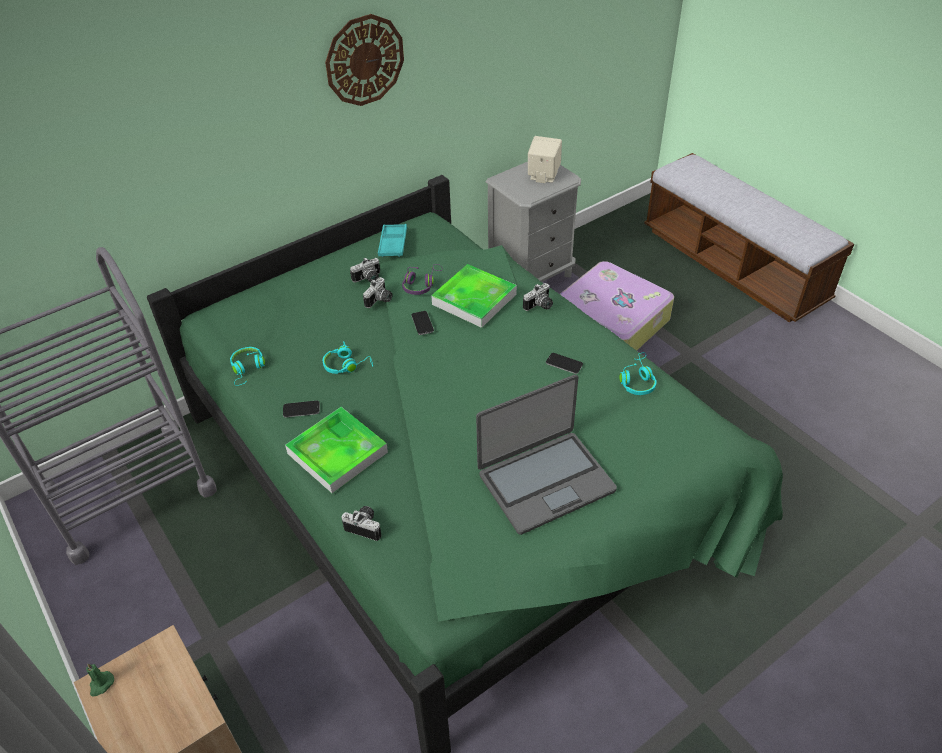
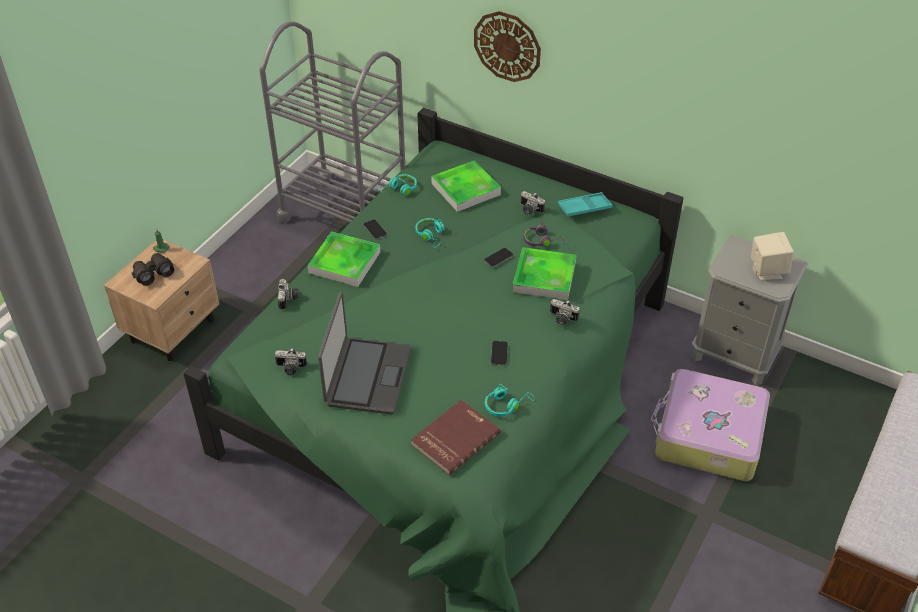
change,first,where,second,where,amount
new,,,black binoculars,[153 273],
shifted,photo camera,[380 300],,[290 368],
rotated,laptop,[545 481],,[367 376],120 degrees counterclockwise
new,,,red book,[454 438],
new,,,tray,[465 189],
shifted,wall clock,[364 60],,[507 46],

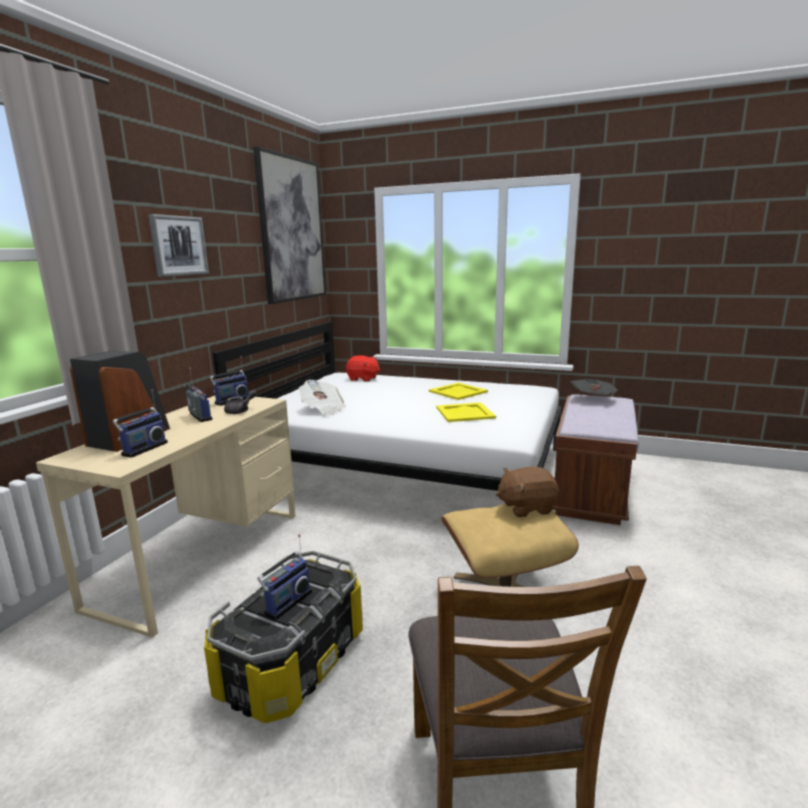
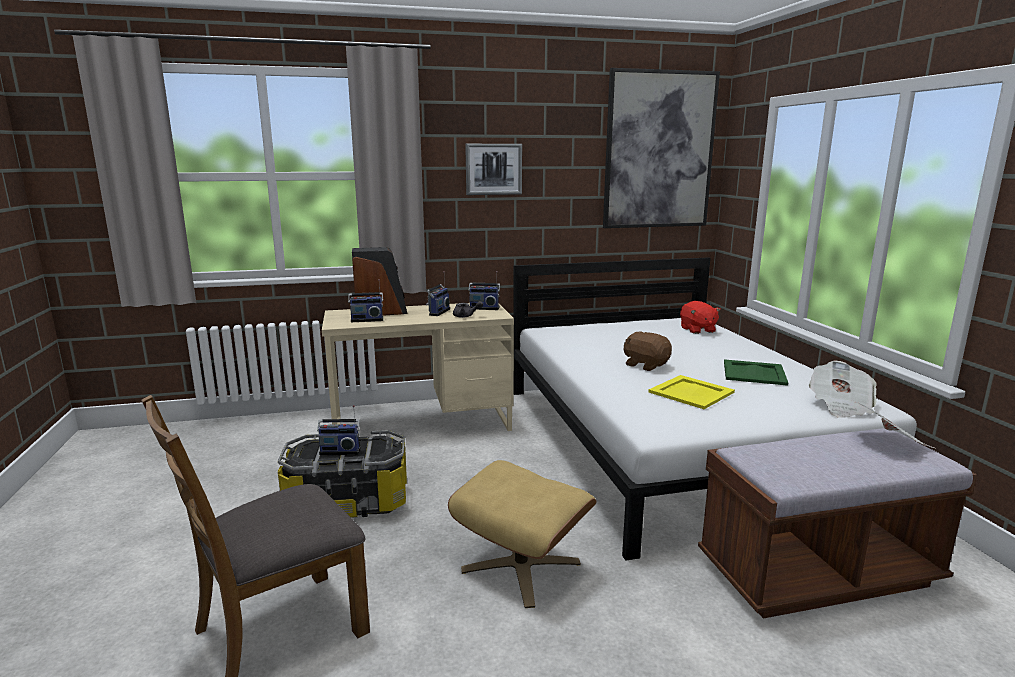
change,first,where,second,where,amount
shifted,brown plush toy,[526 507],,[646 365],
repainted,yellow tray,[458 391],green tray,[754 373],
shifted,newspaper,[323 409],,[840 406],

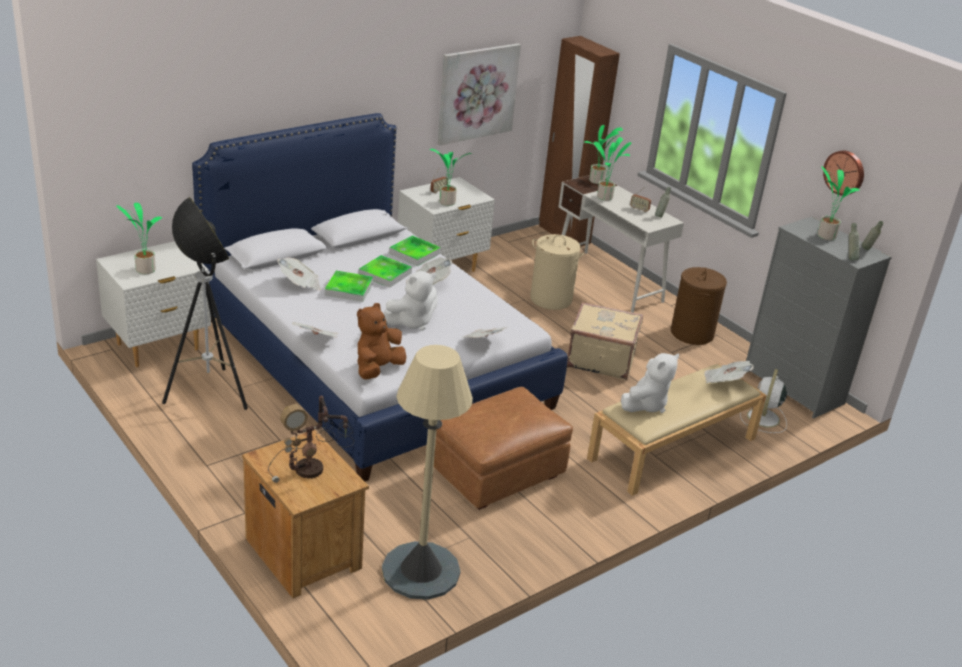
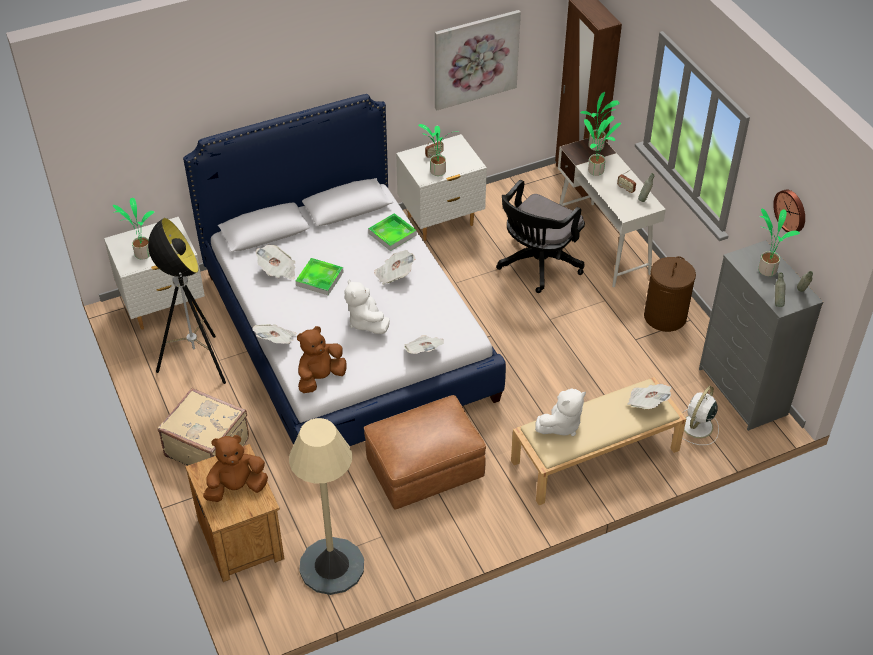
change,first,where,second,where,amount
shifted,beige suitcase,[600 359],,[208 446],
swapped,table lamp,[311 470],brown plush toy,[236 487],
rotated,white plush toy,[412 322],,[366 322],90 degrees clockwise
swapped,beige laundry basket,[550 299],black office chair,[537 265],
gone,tray,[385 274],,,

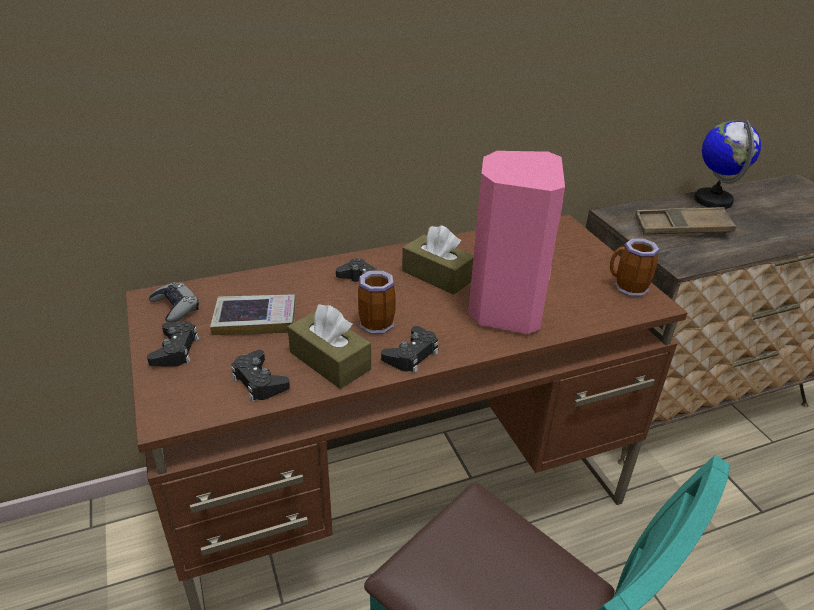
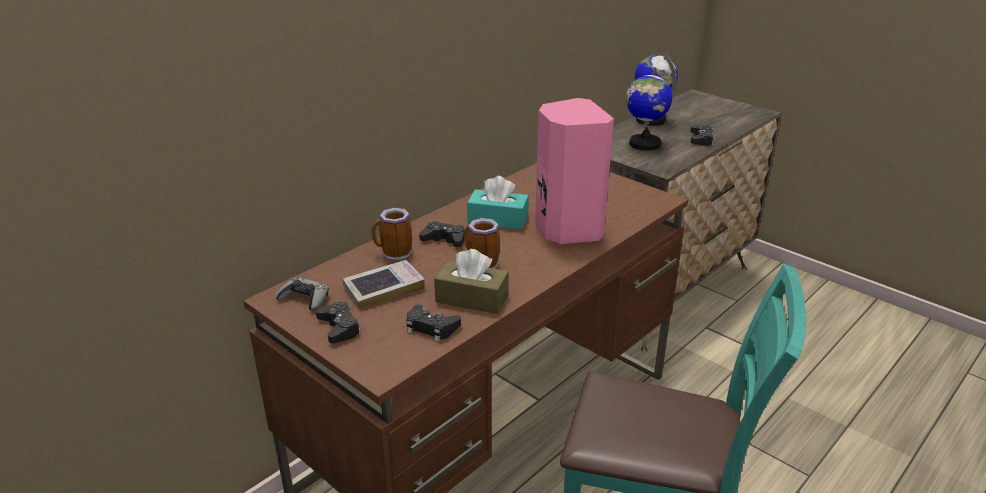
change,first,where,second,where,amount
shifted,mug,[627 289],,[394 255],
repainted,brown tissue box,[437 275],turquoise tissue box,[498 220],
swapped,brown tray,[682 228],globe,[644 144],
shifted,black game controller,[412 355],,[701 139],

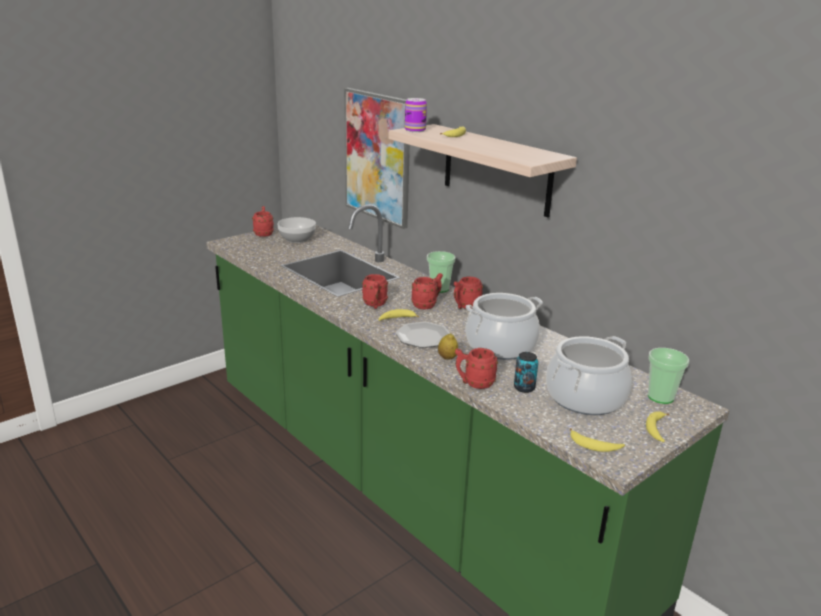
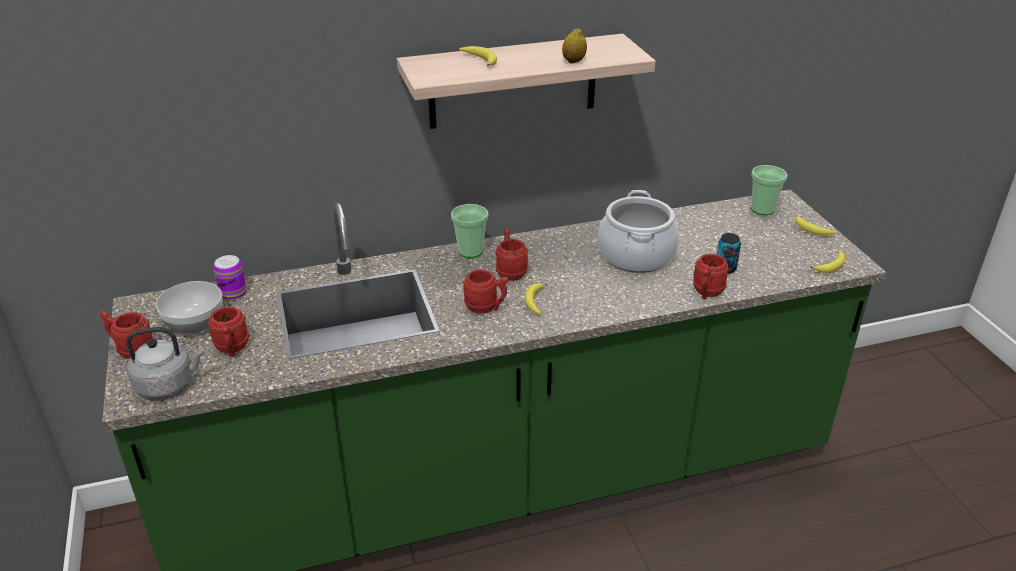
change,first,where,second,where,amount
new,,,grey kettle,[168 384],
shifted,red mug,[465 306],,[232 349],
shifted,can,[415 130],,[233 293],
shifted,lemon,[447 358],,[573 61],
gone,picture,[377 157],,,
gone,plate,[424 337],,,
gone,cooking pot,[585 397],,,

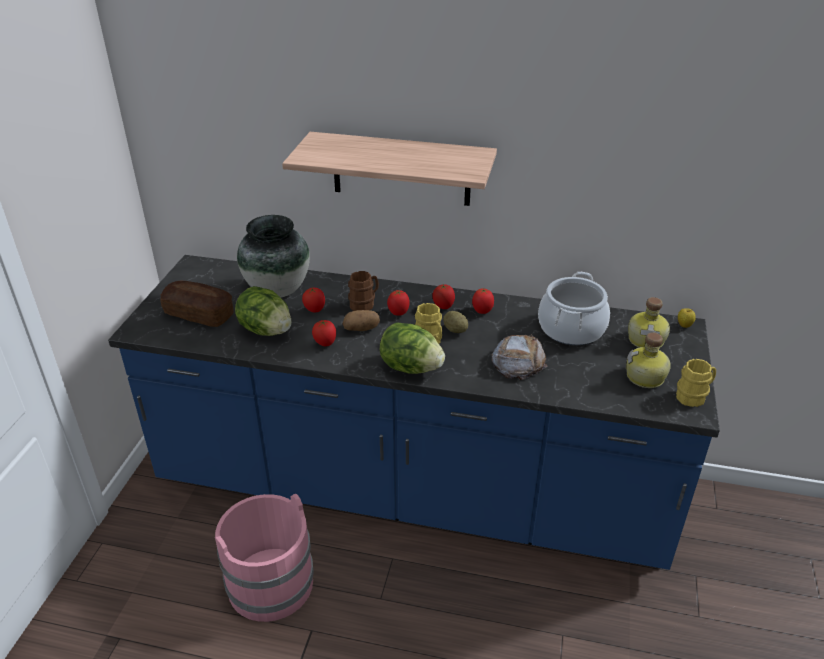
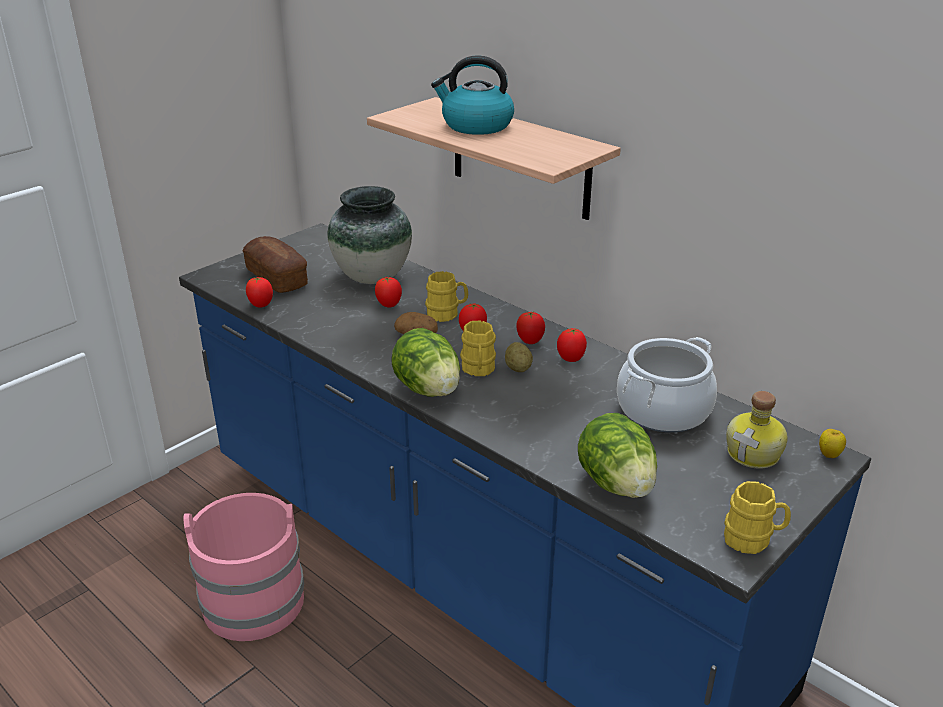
change,first,where,second,where,amount
shifted,tomato,[325 343],,[261 305],
repainted,brown mug,[365 303],yellow mug,[447 314],
new,,,kettle,[476 126],
shifted,lettuce,[266 330],,[616 484],
gone,bread,[518 362],,,
gone,bottle,[646 378],,,

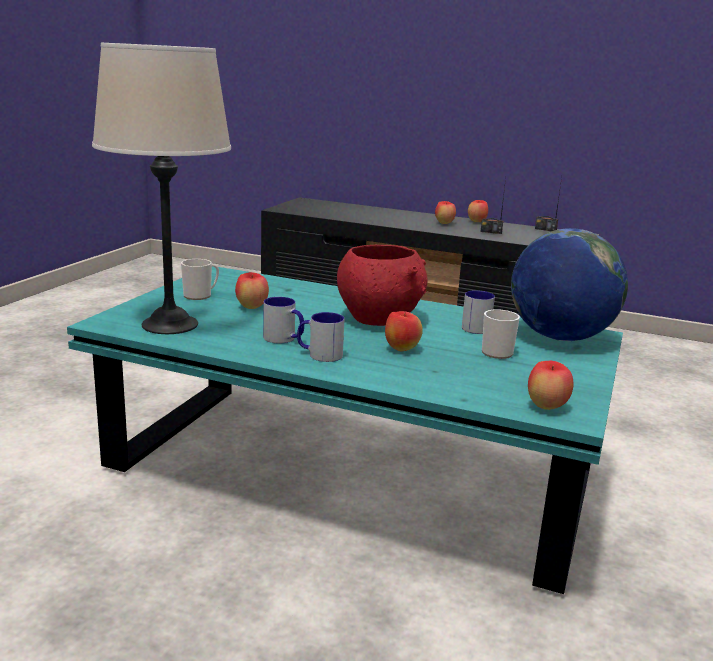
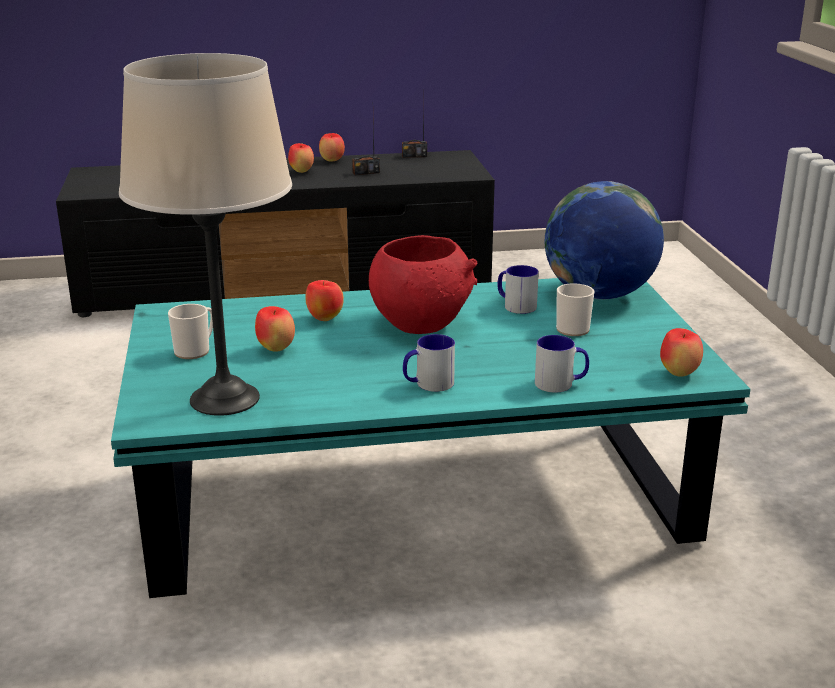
change,first,where,second,where,amount
shifted,apple,[401 349],,[324 318],
shifted,mug,[284 339],,[561 384],

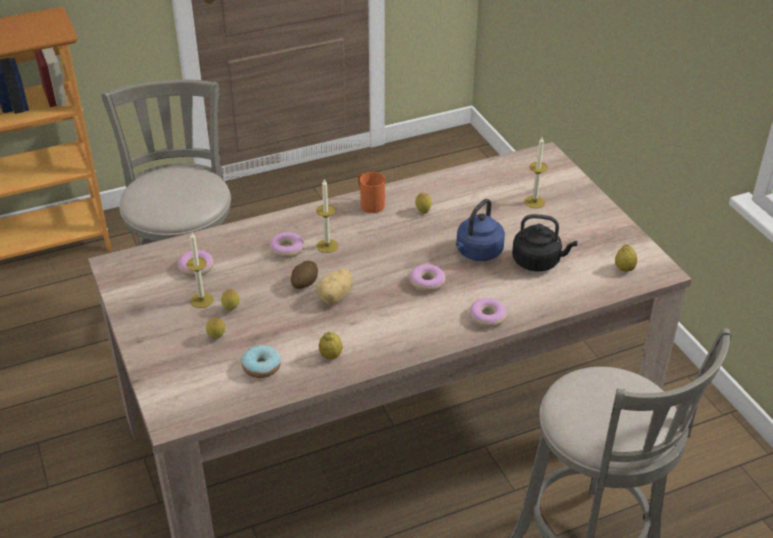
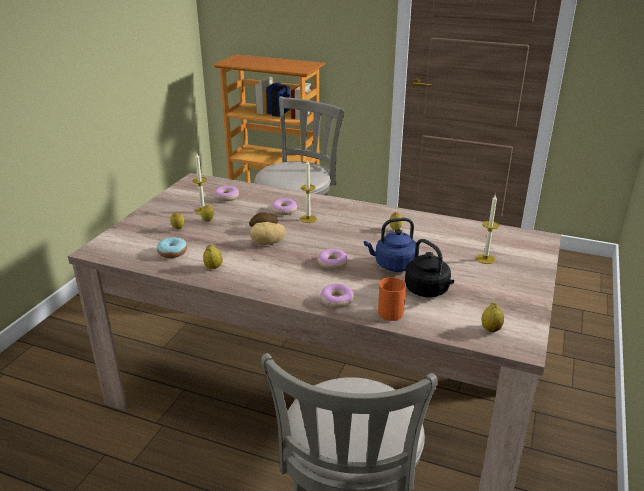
change,first,where,second,where,amount
shifted,orange mug,[369 204],,[390 310],

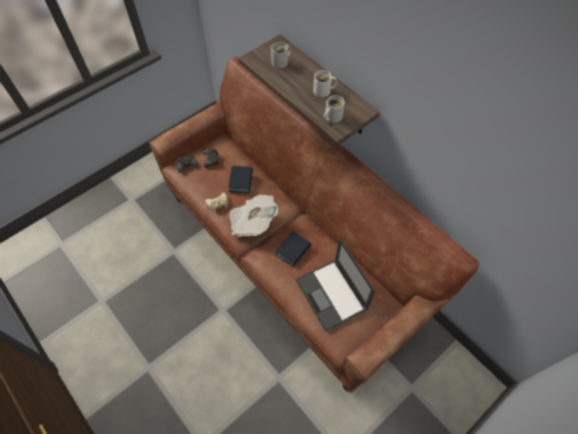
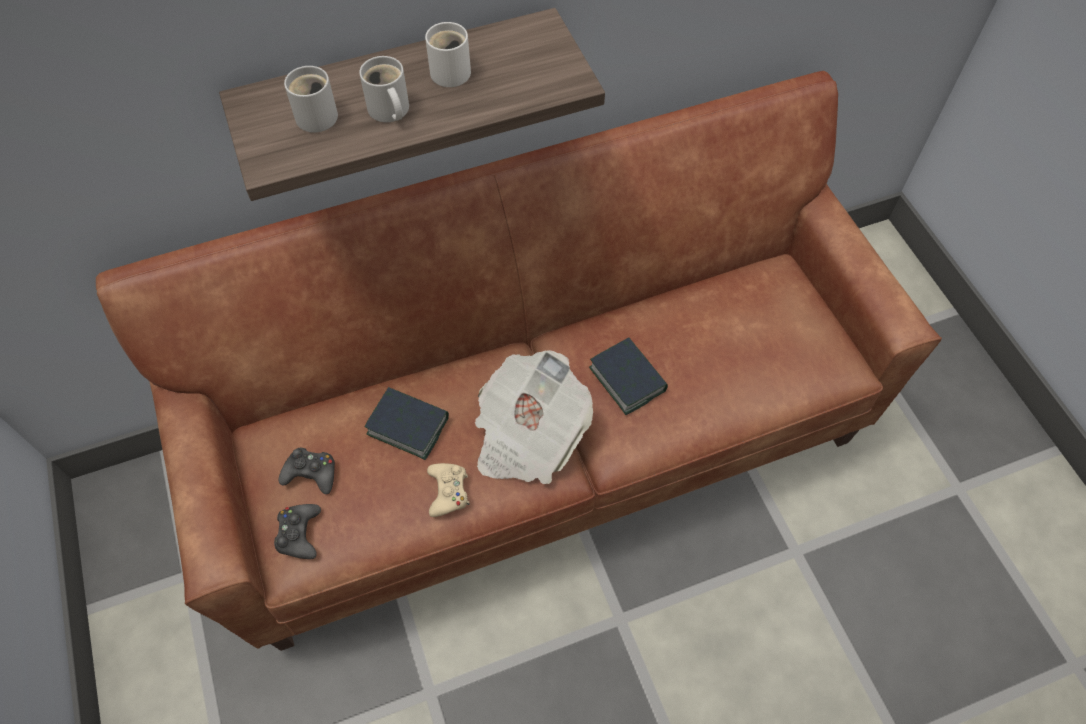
change,first,where,second,where,amount
shifted,white mug,[332 116],,[388 111],
gone,laptop,[332 295],,,

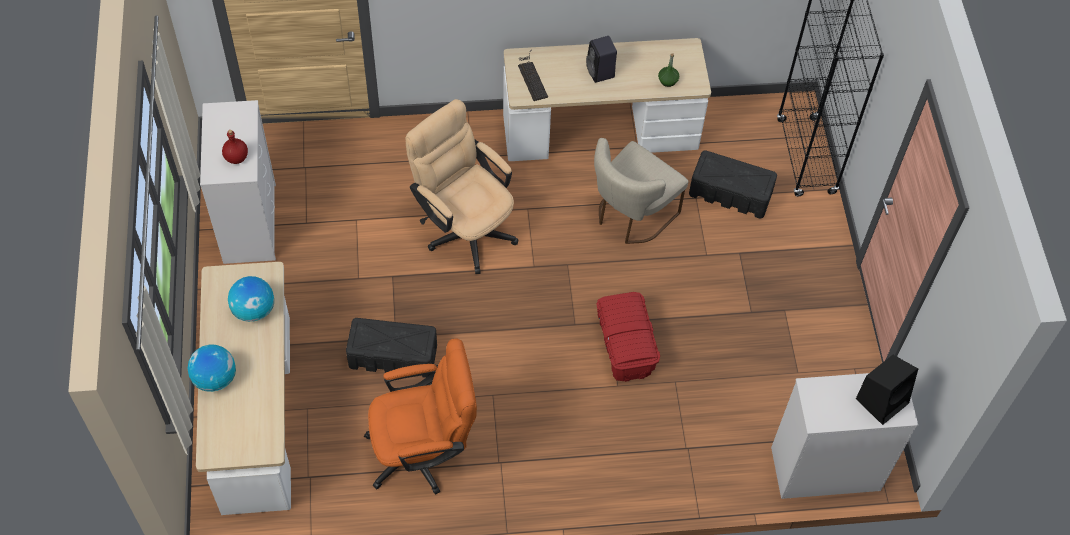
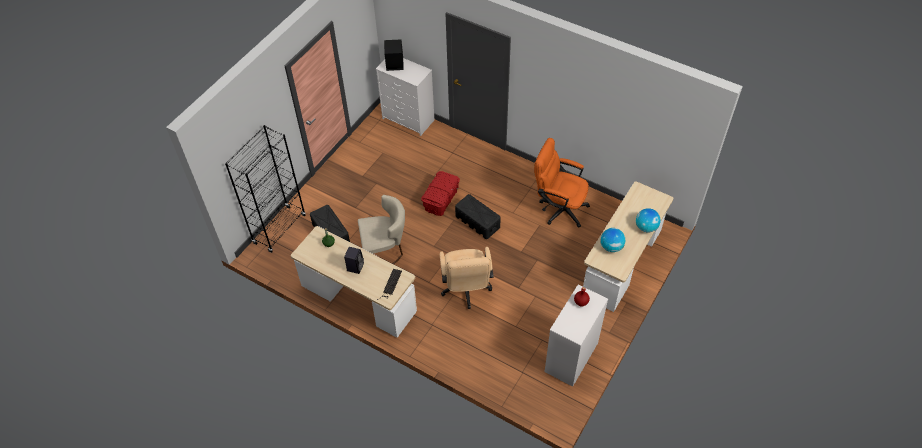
change,first,where,second,where,amount
shifted,black storage box,[393 356],,[477 221],

